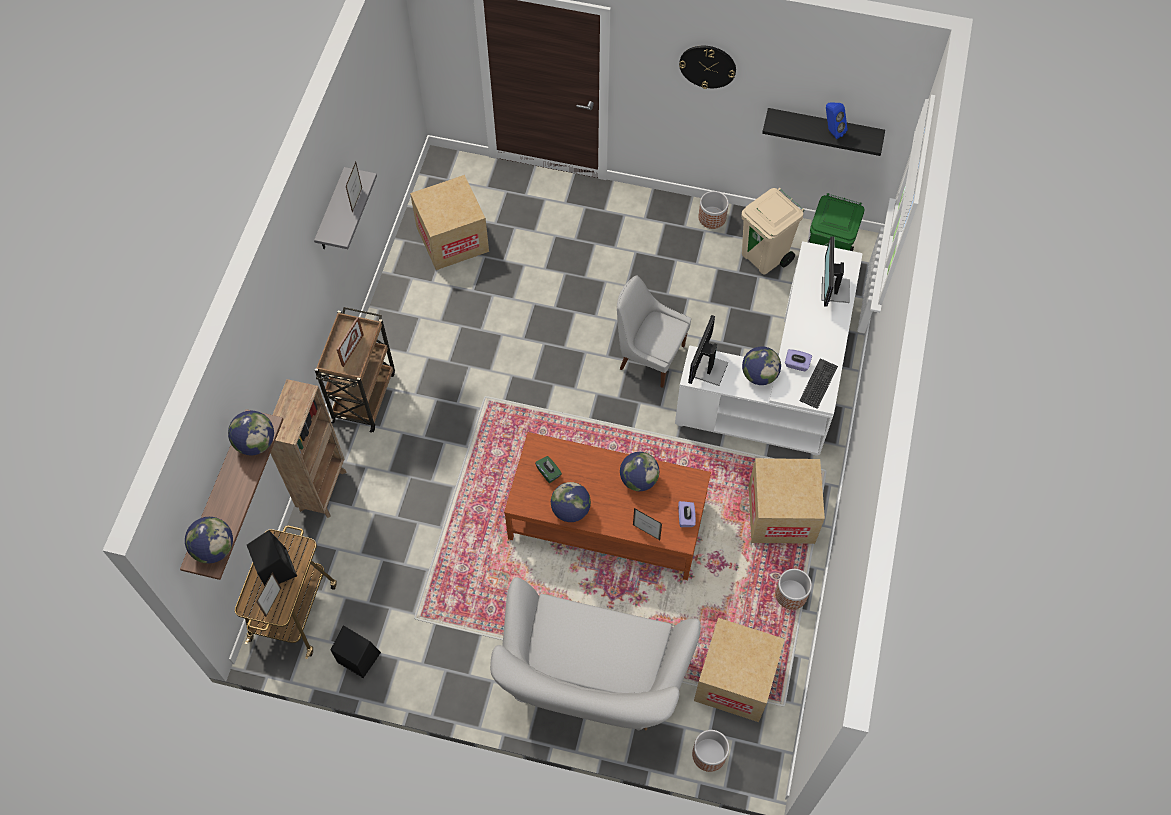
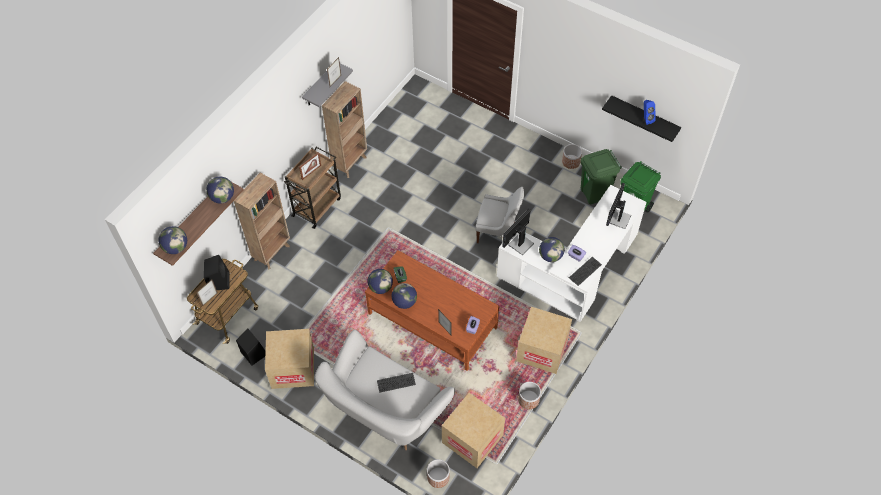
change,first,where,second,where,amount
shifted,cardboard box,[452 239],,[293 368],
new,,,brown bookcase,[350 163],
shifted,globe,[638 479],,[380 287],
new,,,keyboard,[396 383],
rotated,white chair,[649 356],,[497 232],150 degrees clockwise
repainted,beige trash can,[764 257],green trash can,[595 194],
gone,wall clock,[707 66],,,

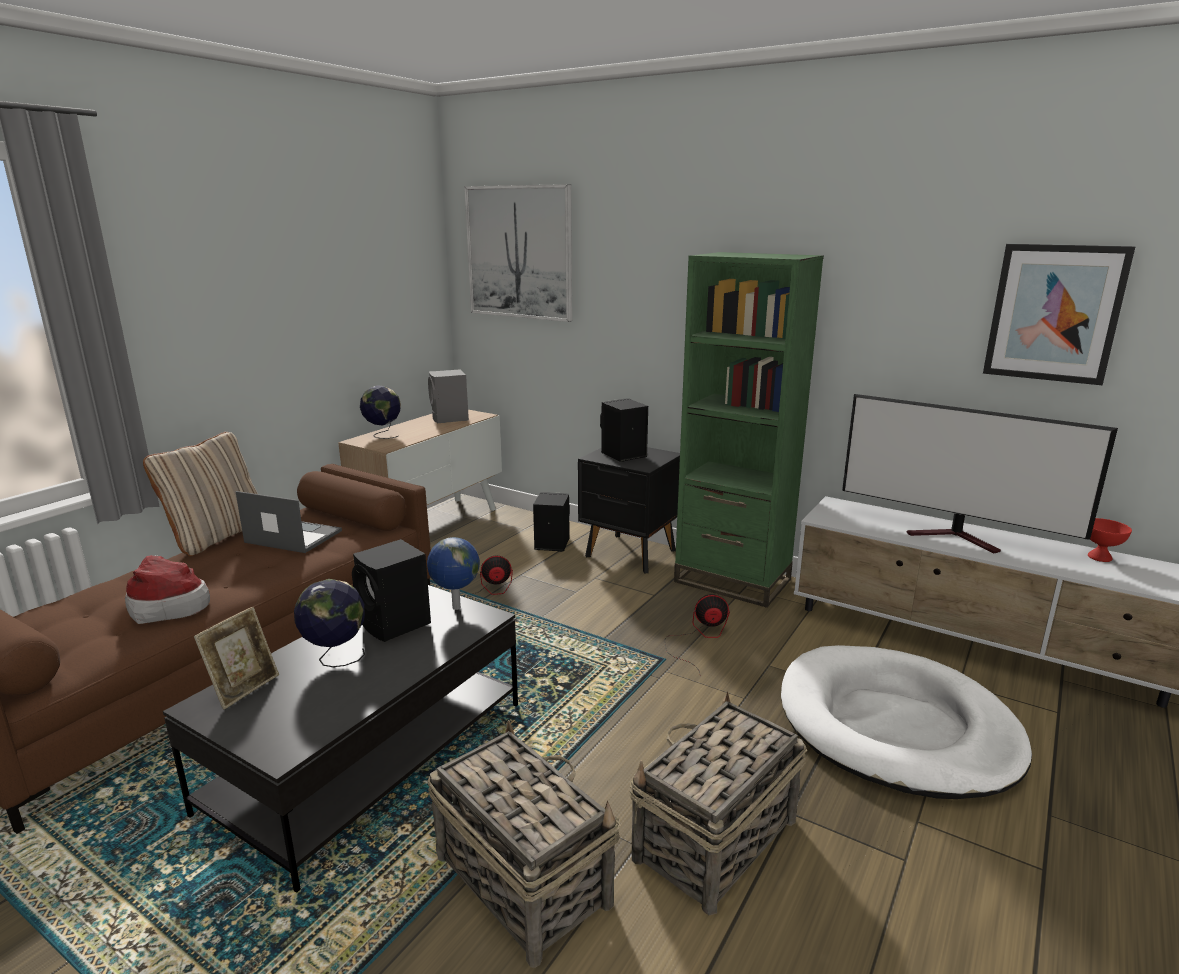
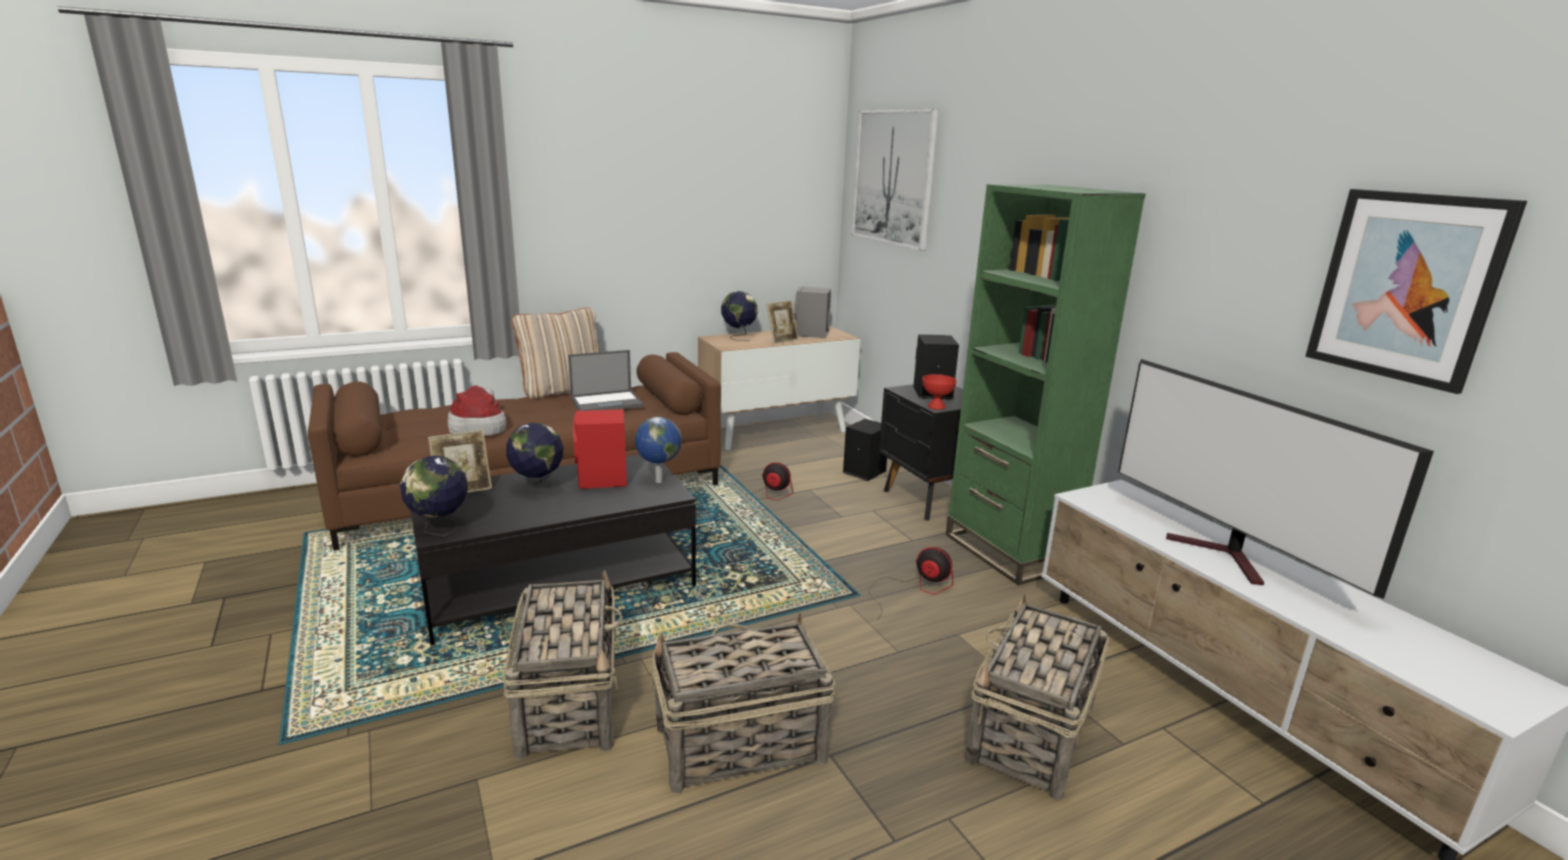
change,first,where,second,where,amount
new,,,globe,[440 530],
rotated,laptop,[292 537],,[607 402],105 degrees clockwise
repainted,black speaker,[396 625],red speaker,[602 480],
new,,,picture frame,[782 341],
shifted,red bowl,[1098 557],,[936 406],
swapped,white dog bed,[896 727],basket,[1030 735],

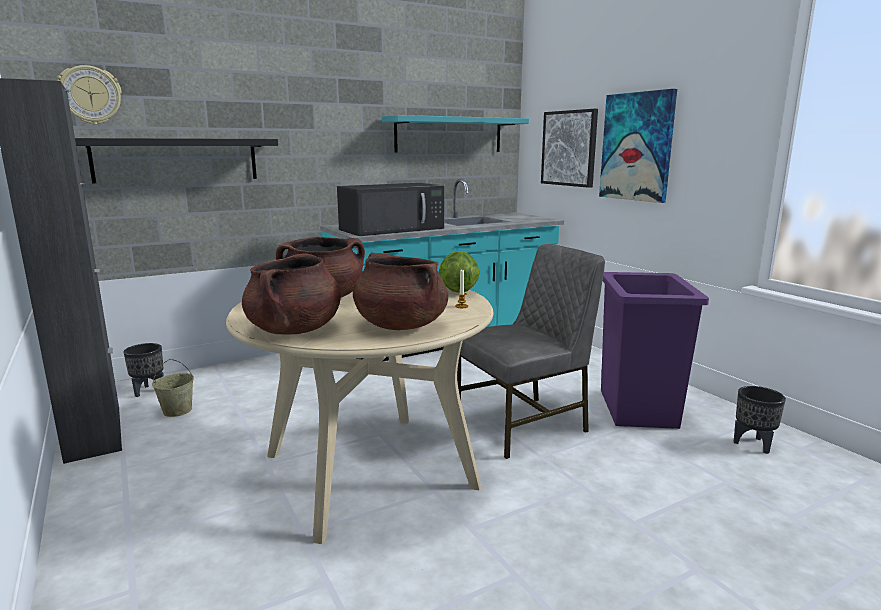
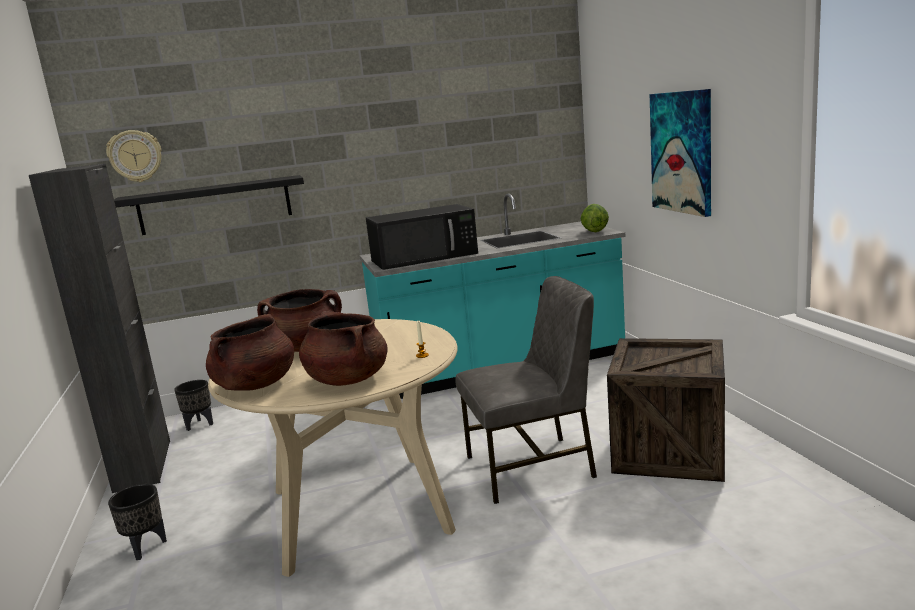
change,first,where,second,where,amount
shifted,black planter,[752 444],,[145 548],
shifted,lettuce,[457 291],,[594 231],
swapped,purple trash can,[638 408],crate,[669 451],
gone,beige bucket,[177 410],,,
gone,turquoise shelf,[449 135],,,
gone,picture,[569 148],,,

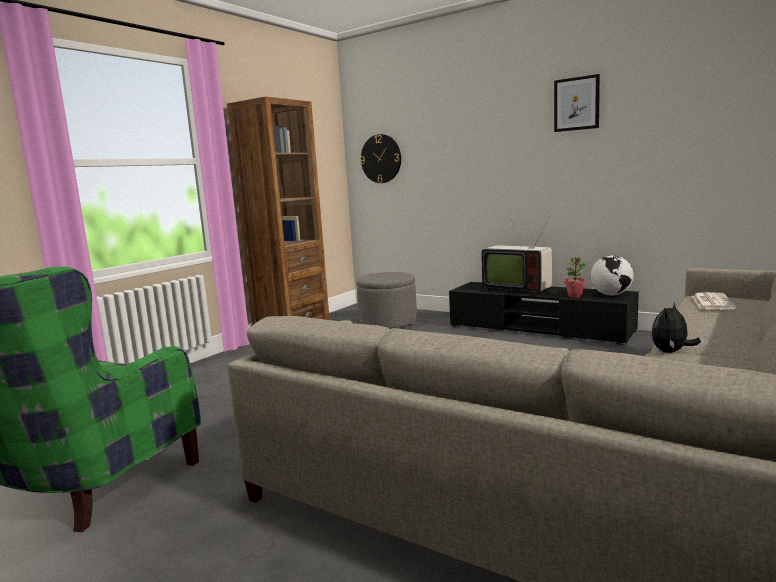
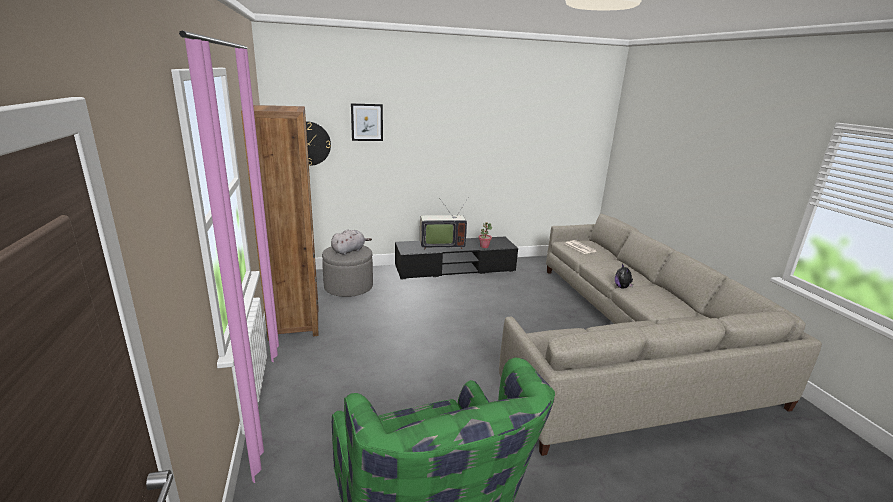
change,first,where,second,where,amount
new,,,grey plush toy,[349 251],
shifted,picture,[576 104],,[367 122],
gone,globe,[611 295],,,

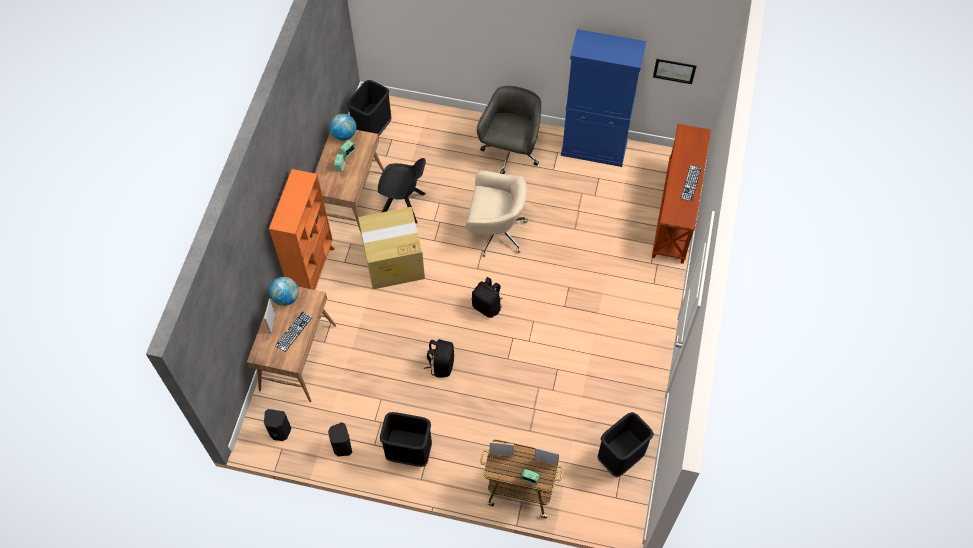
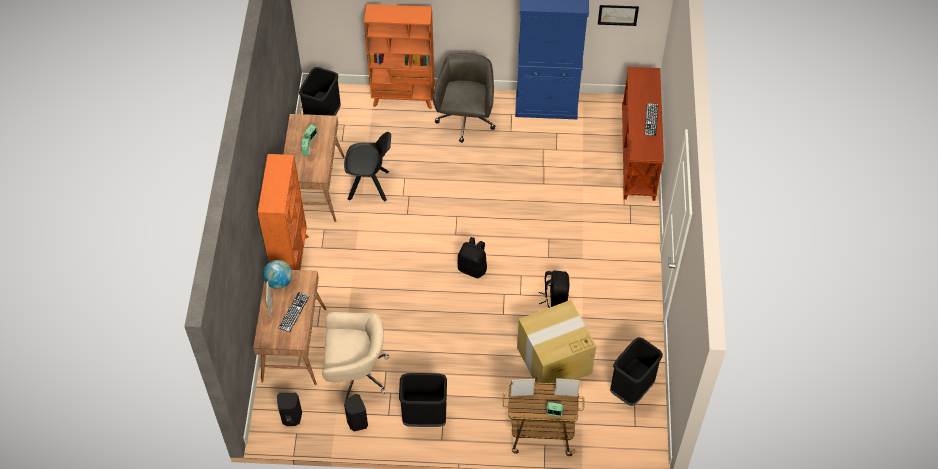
change,first,where,second,where,amount
shifted,beige office chair,[495 231],,[355 374],
new,,,orange bookcase,[403 98],
shifted,cardboard box,[393 261],,[553 361],
shifted,black backpack,[441 365],,[555 298],
gone,globe,[344 134],,,

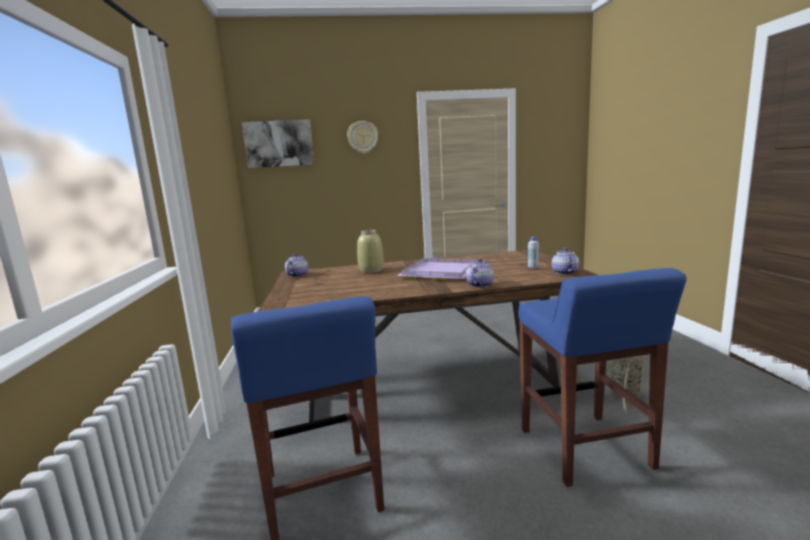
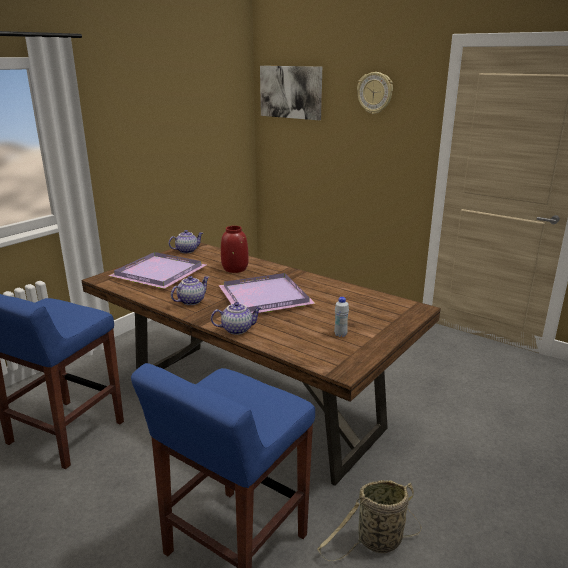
change,first,where,second,where,amount
new,,,purple tray,[159 272],
shifted,teapot,[564 273],,[191 301],
repainted,beige vase,[371 270],red vase,[234 269],

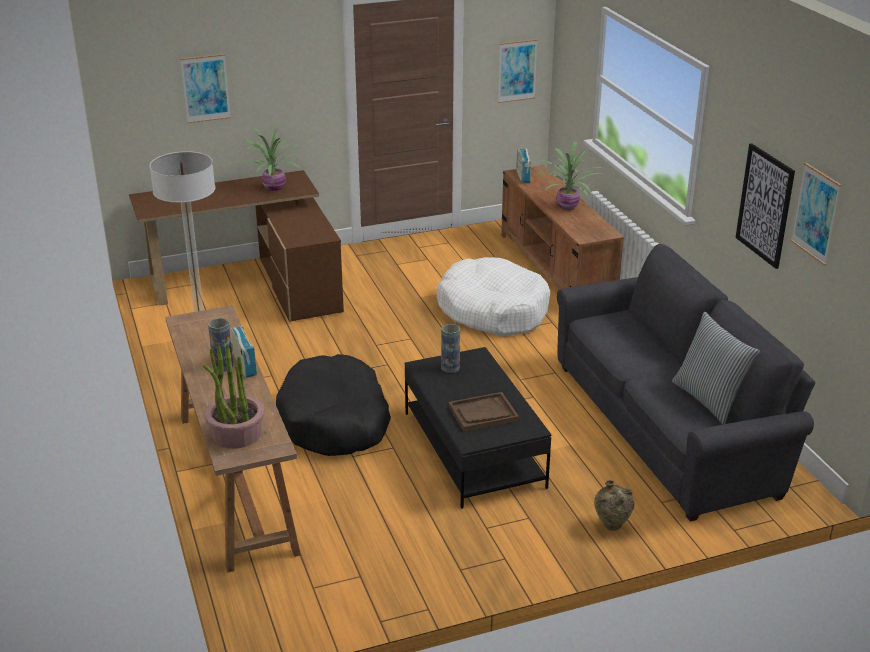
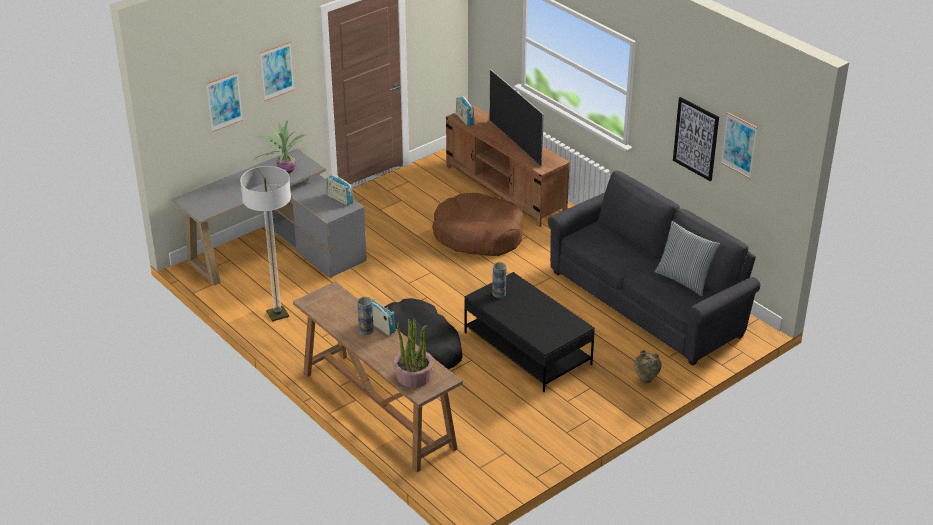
change,first,where,second,where,amount
repainted,brown desk,[253 284],grey desk,[278 251],
shifted,picture,[517 71],,[277 71],
new,,,radio,[339 199],
repainted,white dog bed,[493 310],brown dog bed,[478 235],
swapped,potted plant,[568 207],television,[515 142],
gone,brown tray,[483 414],,,

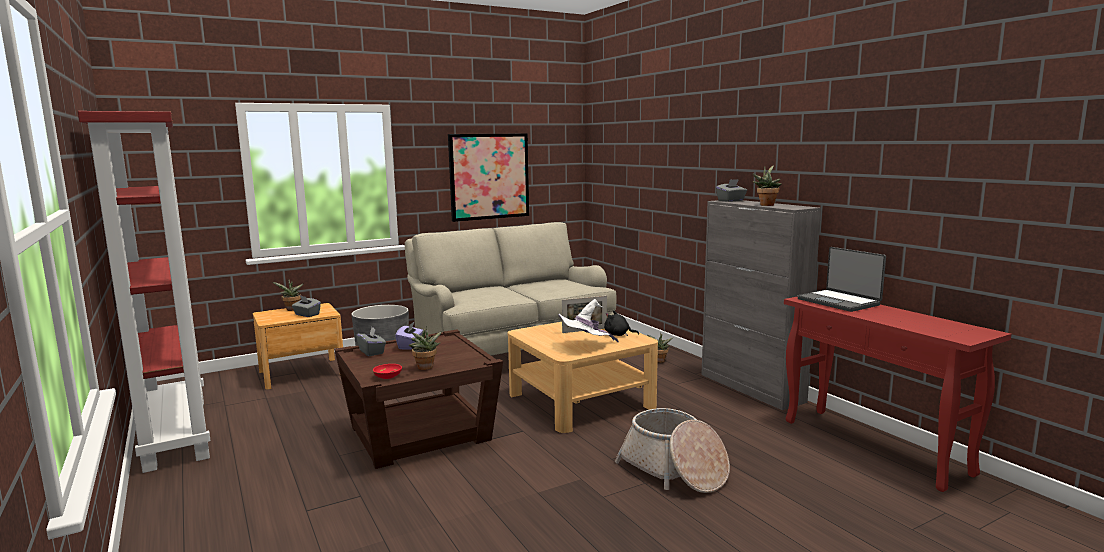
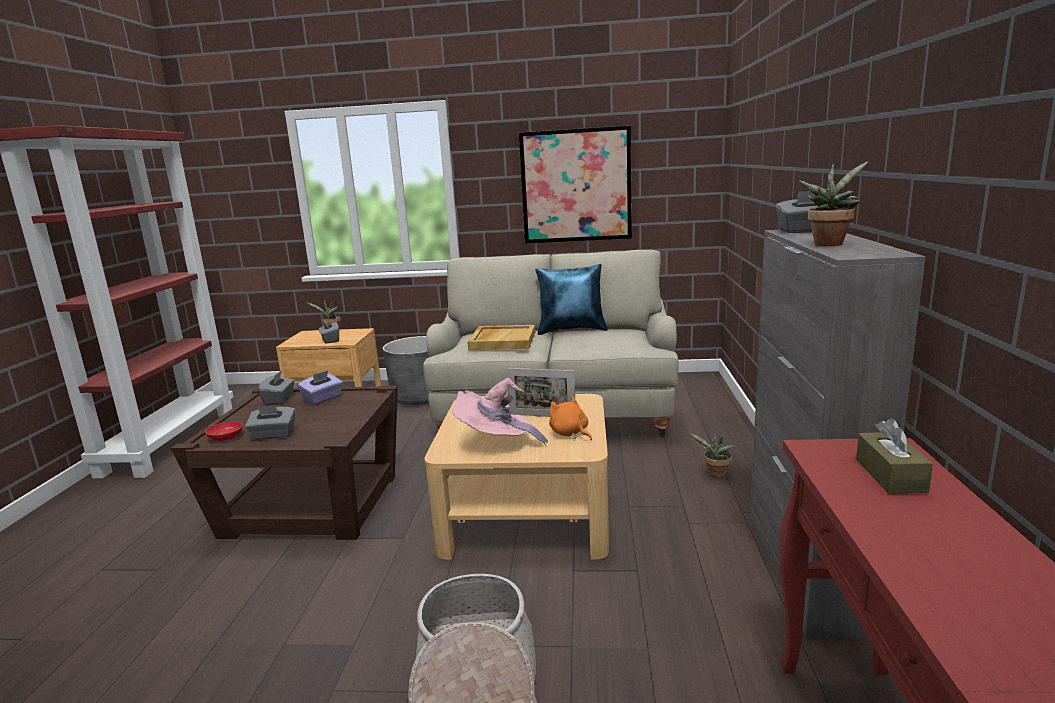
change,first,where,second,where,amount
swapped,potted plant,[425 368],grey tissue box,[273 435],
repainted,white hat,[585 346],pink hat,[497 443],
new,,,beige tray,[502 340],
new,,,blue pillow,[572 330],
repainted,black plush toy,[618 335],orange plush toy,[570 433],
swapped,laptop,[839 302],brown tissue box,[890 475],

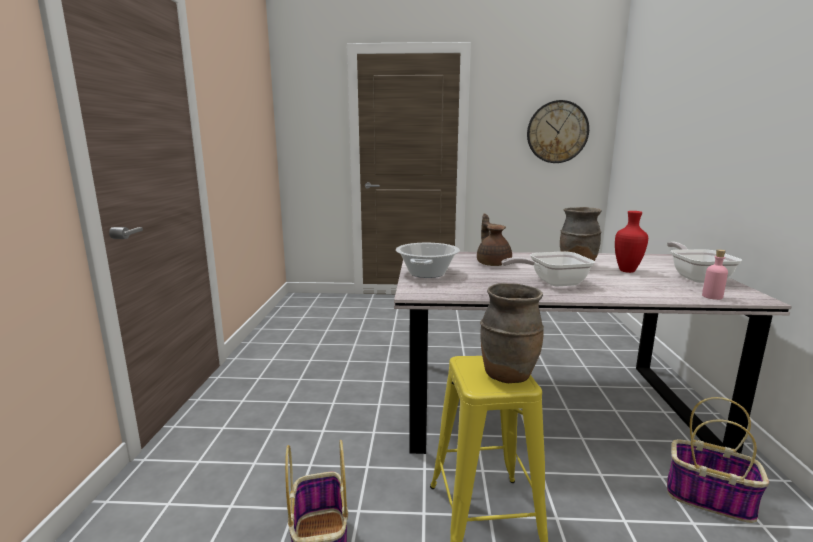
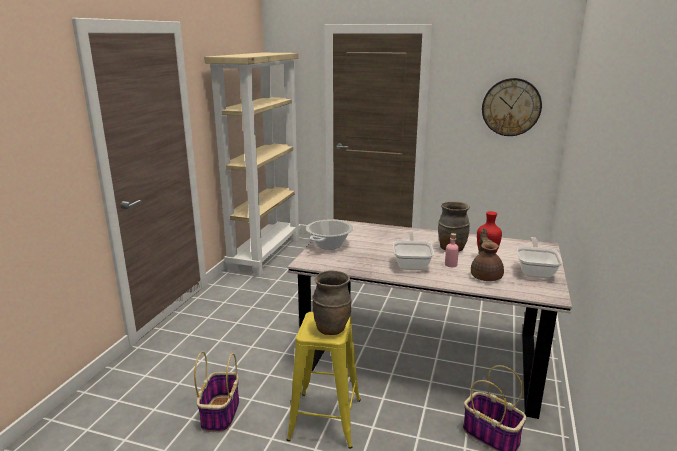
change,first,where,second,where,amount
new,,,beige bookcase,[265 253],
rotated,frying pan,[552 283],,[412 264],90 degrees clockwise
shifted,pink bottle,[712 296],,[451 264],
shifted,brown teapot,[493 263],,[486 276],

